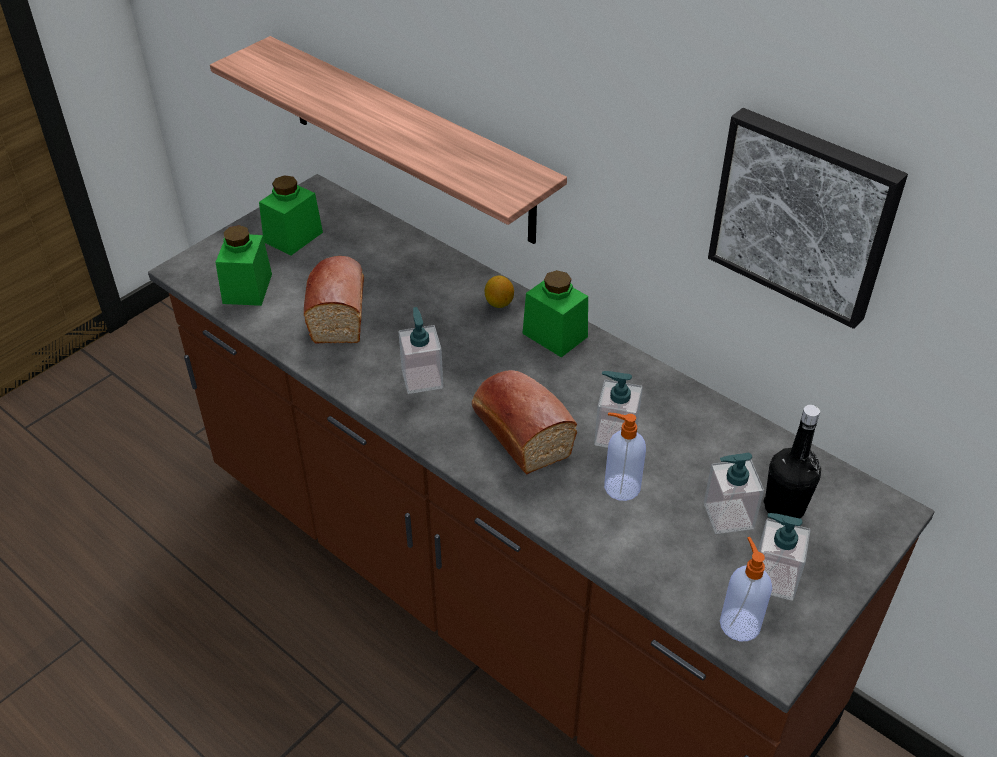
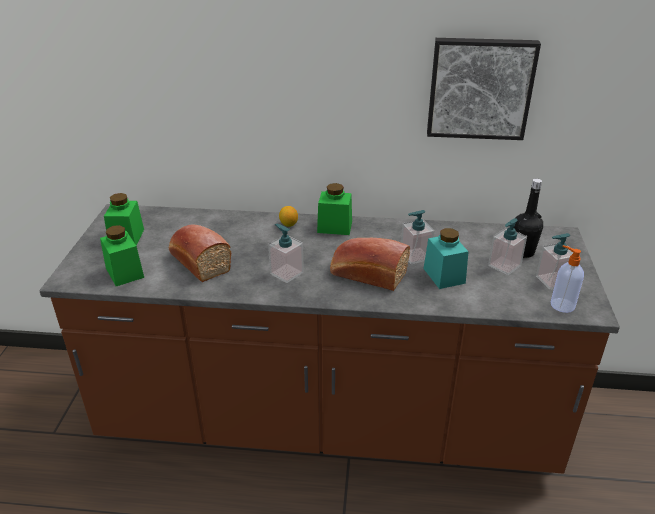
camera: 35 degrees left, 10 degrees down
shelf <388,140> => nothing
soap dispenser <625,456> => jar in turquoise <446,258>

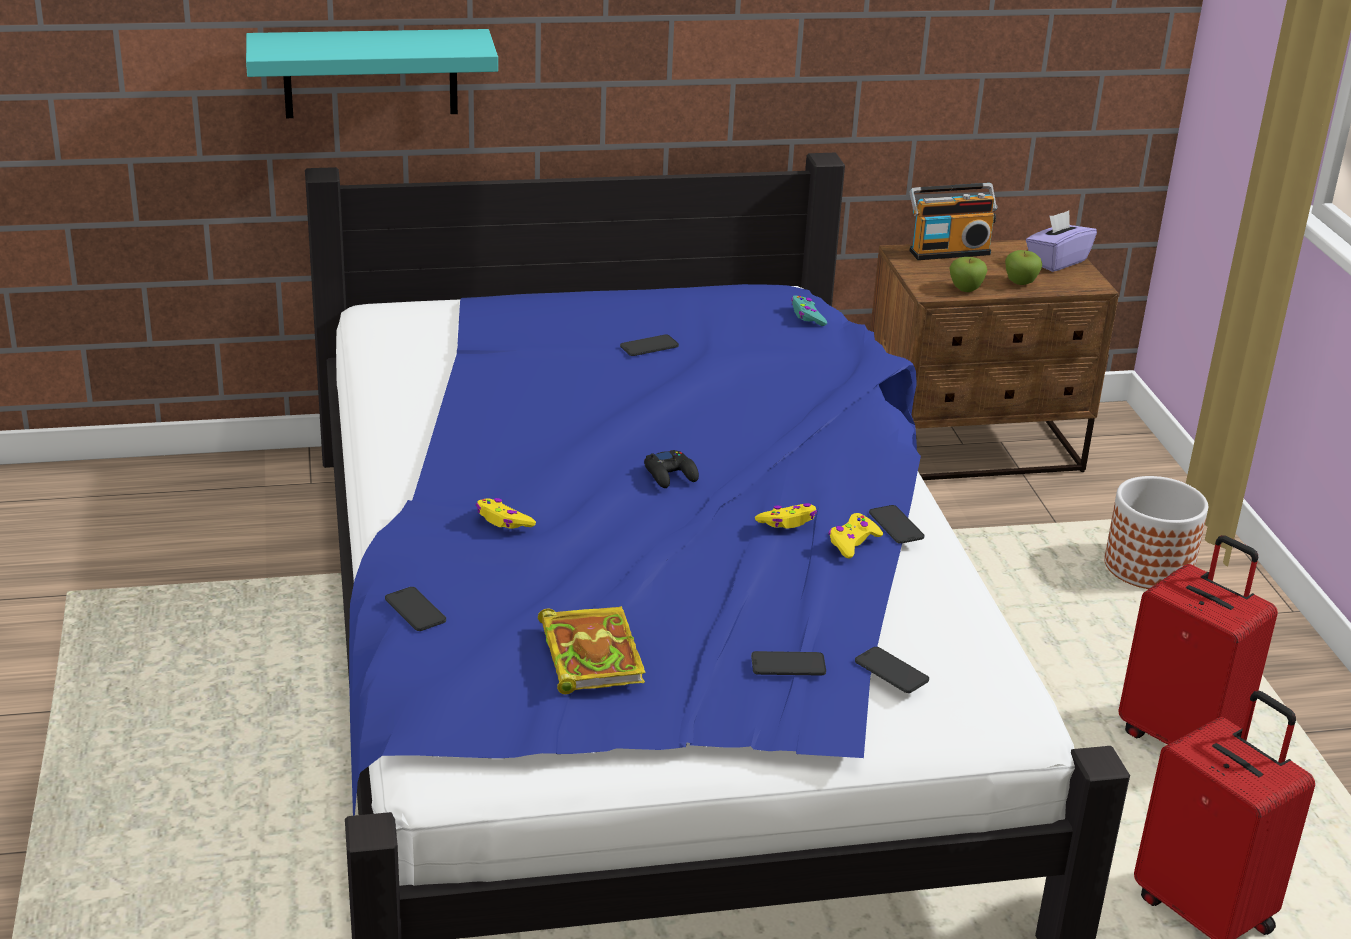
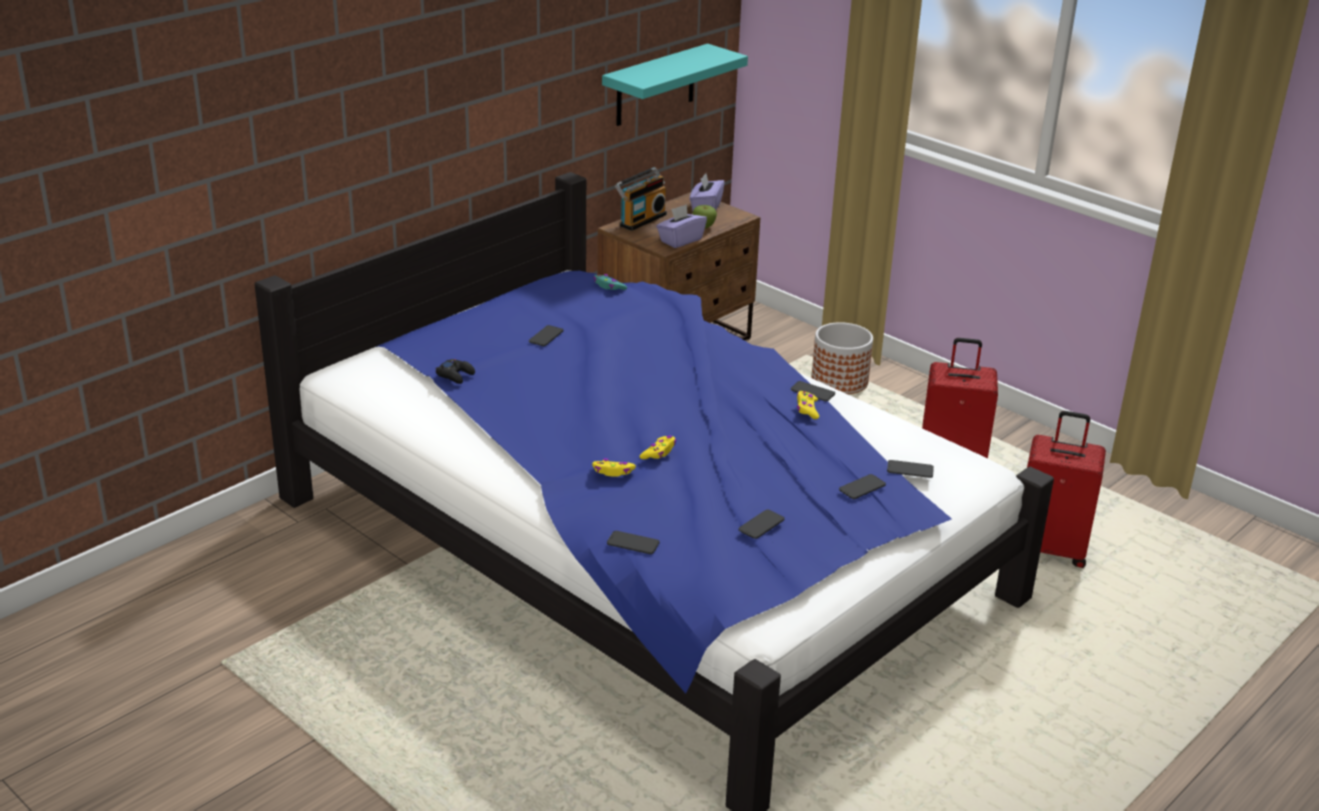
camera: 35 degrees left, 0 degrees up
shelf in turquoise <372,73> => shelf in turquoise <675,85>, relocated
game controller in black <671,469> => game controller in black <455,371>, relocated
game controller in yellow <786,516> => game controller in yellow <657,447>, relocated
book <591,650> => phone <761,524>
apple <968,274> => tissue box in purple <681,226>

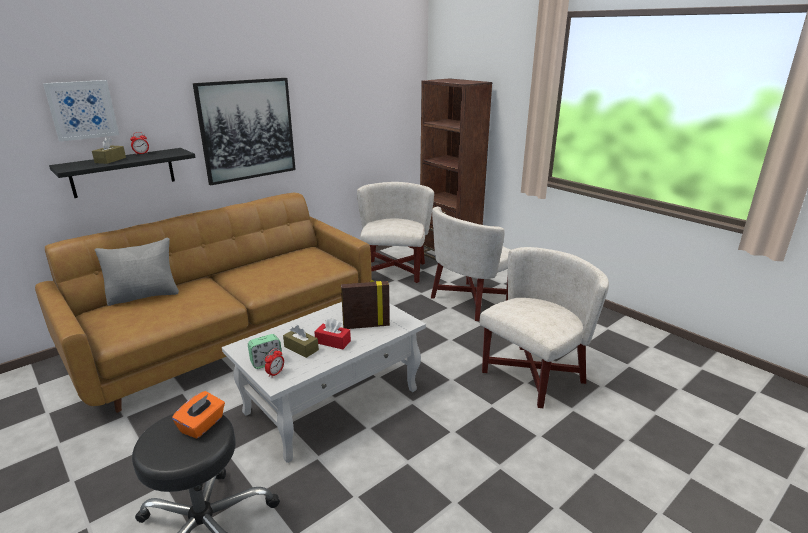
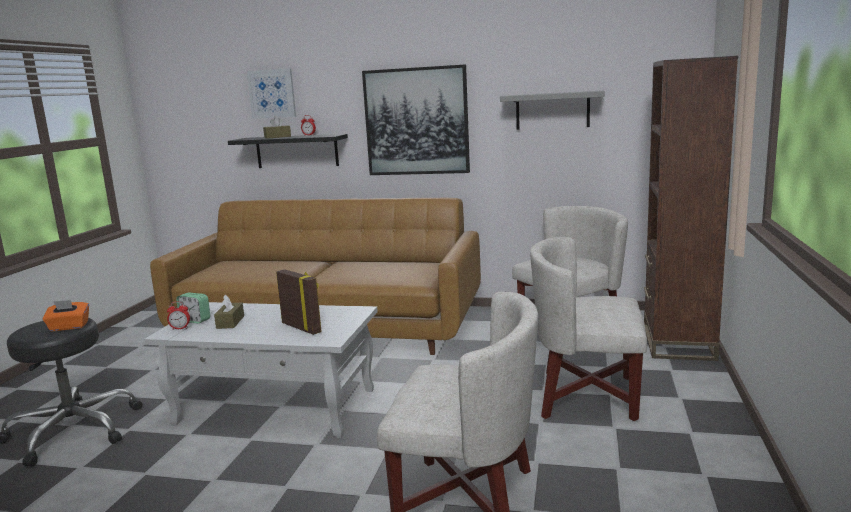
camera: 55 degrees right, 10 degrees down
pillow in grey <137,272> => nothing
tissue box in red <332,334> => nothing
nothing => shelf in grey <552,110>

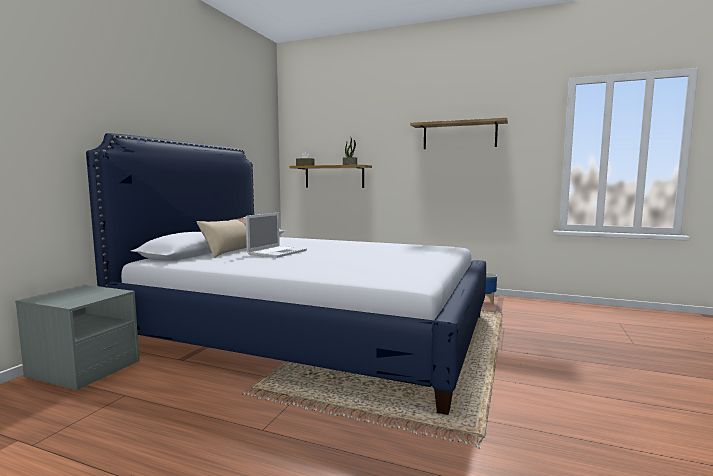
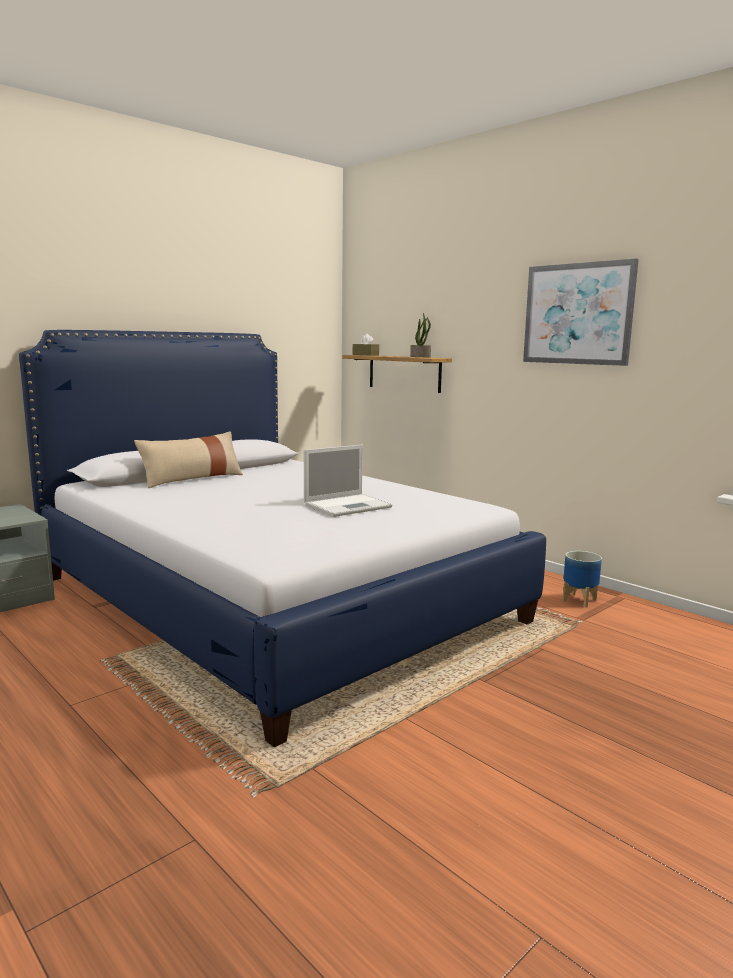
camera: 25 degrees right, 5 degrees up
laptop <276,235> => laptop <348,481>, relocated
shelf <459,133> => picture <581,312>

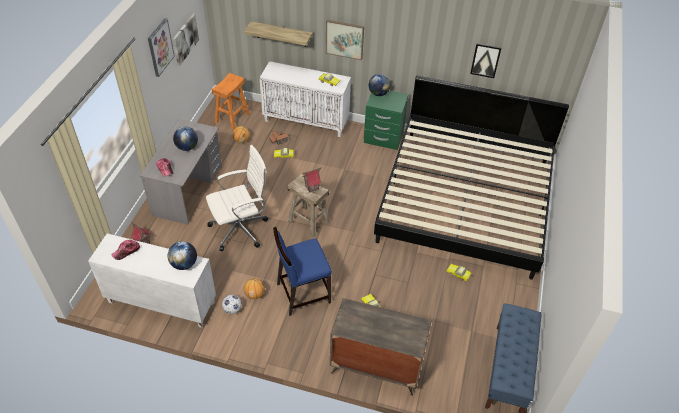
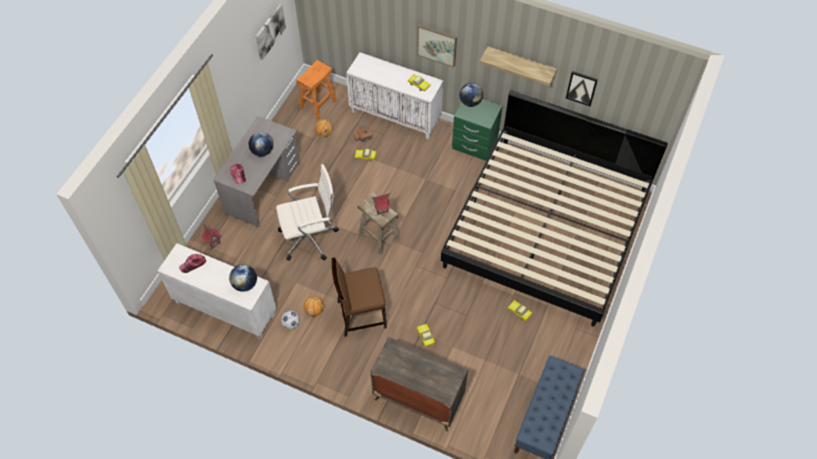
camera: 10 degrees right, 10 degrees up
picture <161,47> => nothing
shelf <278,34> => shelf <518,66>, relocated
chair in blue <302,271> => chair in brown <359,297>

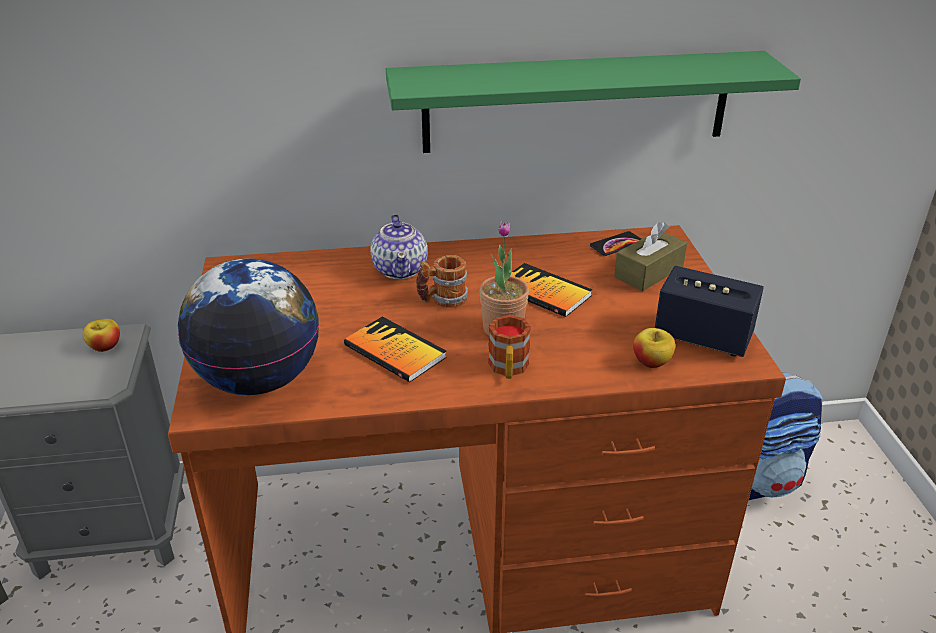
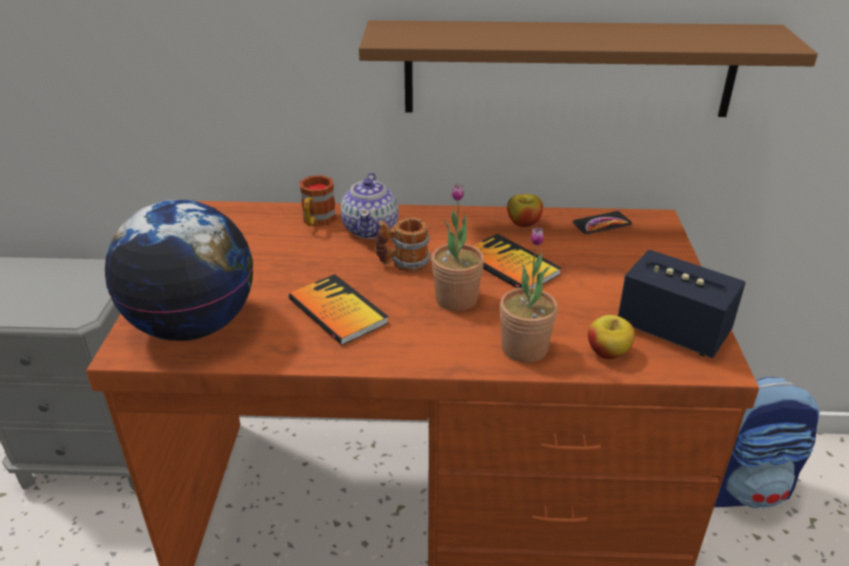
camera: 10 degrees right, 0 degrees up
tissue box in brown <650,256> => nothing
nothing => potted plant <529,295>
apple <101,335> => apple <525,210>, relocated
mug <509,347> => mug <318,200>, relocated
shelf in green <593,102> => shelf in brown <588,68>

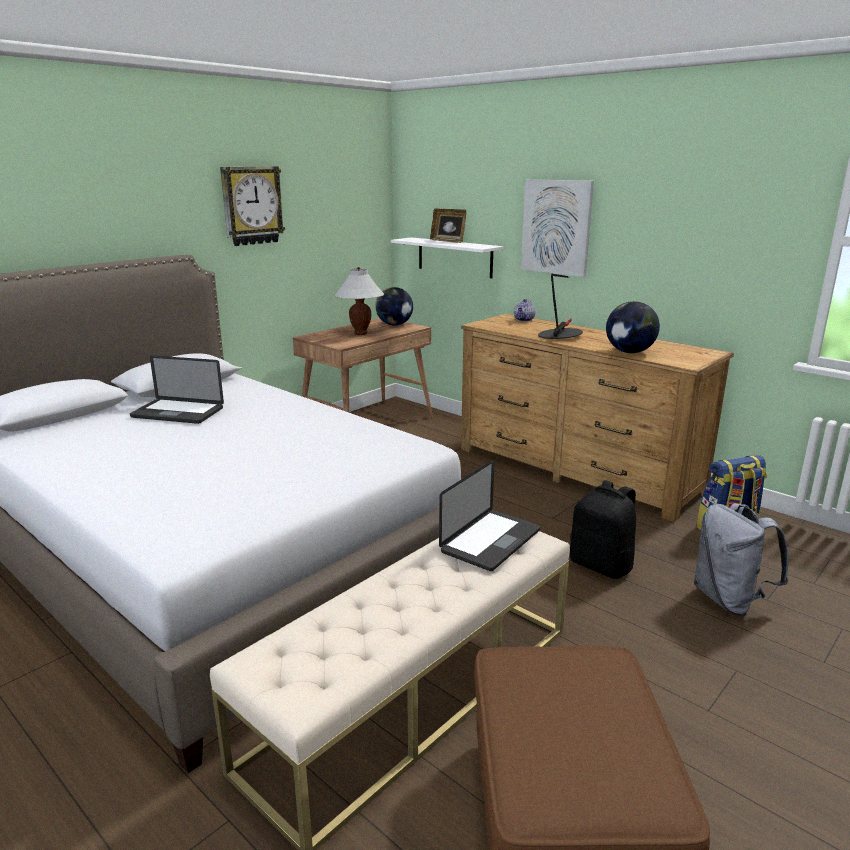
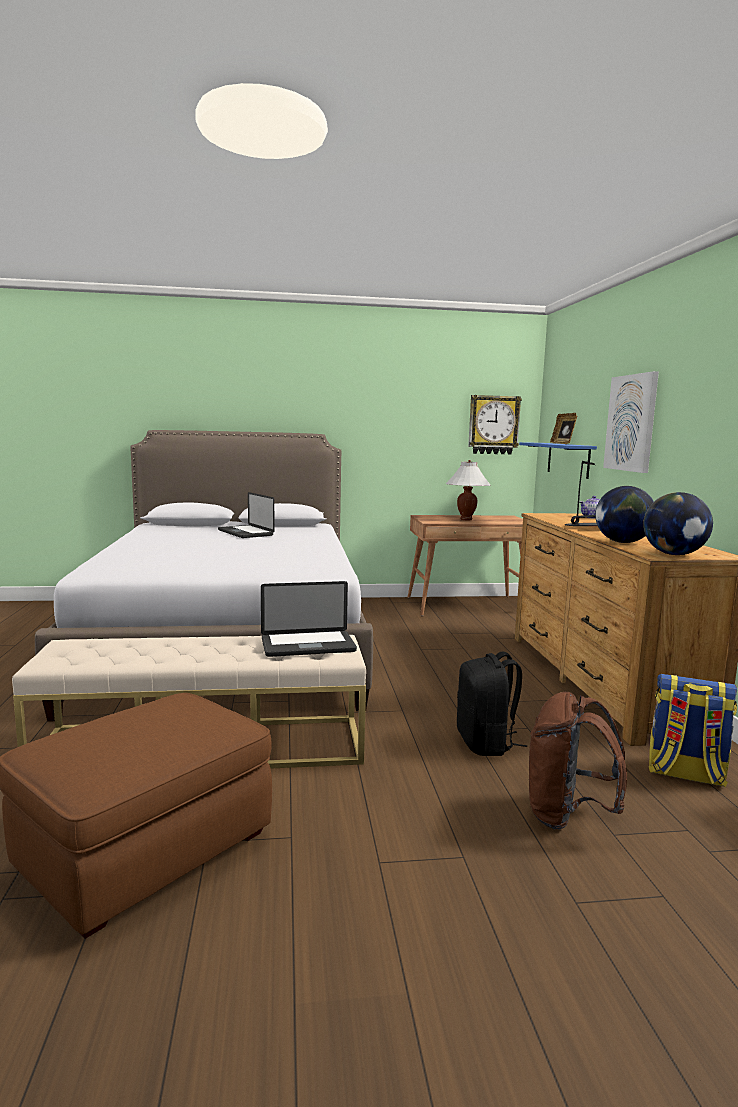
camera: 40 degrees right, 10 degrees down
wall clock <252,206> => wall clock <495,425>, relocated
globe <394,306> => globe <678,523>, relocated
shelf in white <447,257> => shelf in blue <558,460>
backpack in grey <741,559> => backpack in brown <578,761>

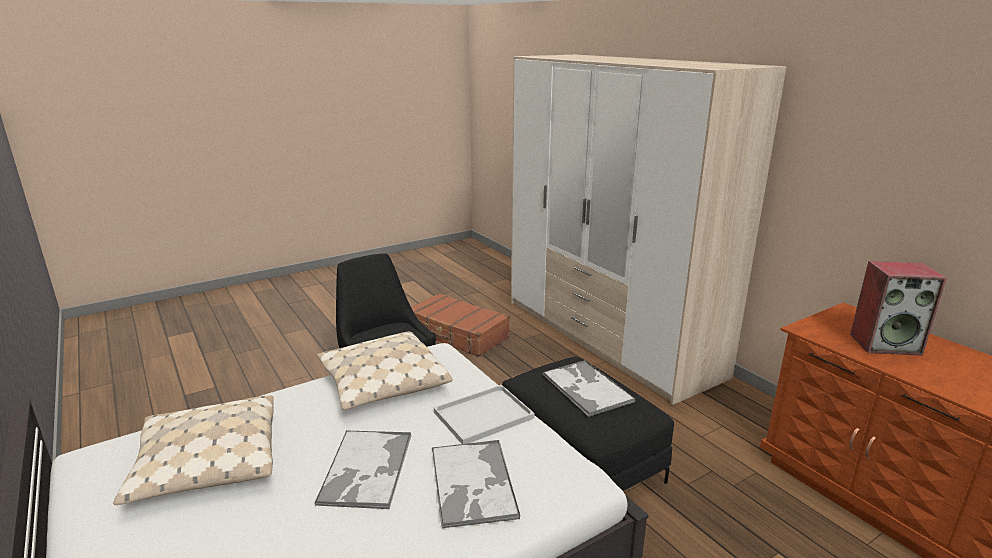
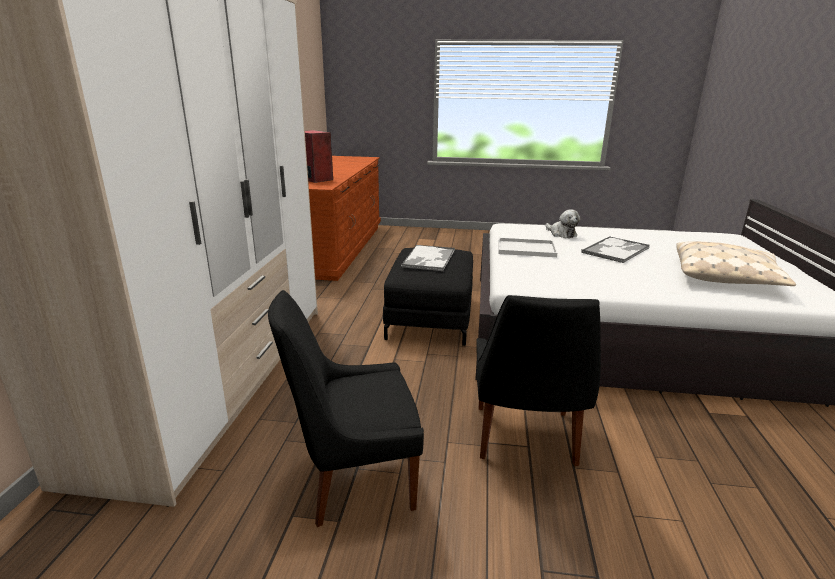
camera: 140 degrees left, 0 degrees up
pillow in beige <385,371> => nothing
suitcase in brown <460,325> => chair in black <346,408>
tray <476,484> => plush toy <563,223>

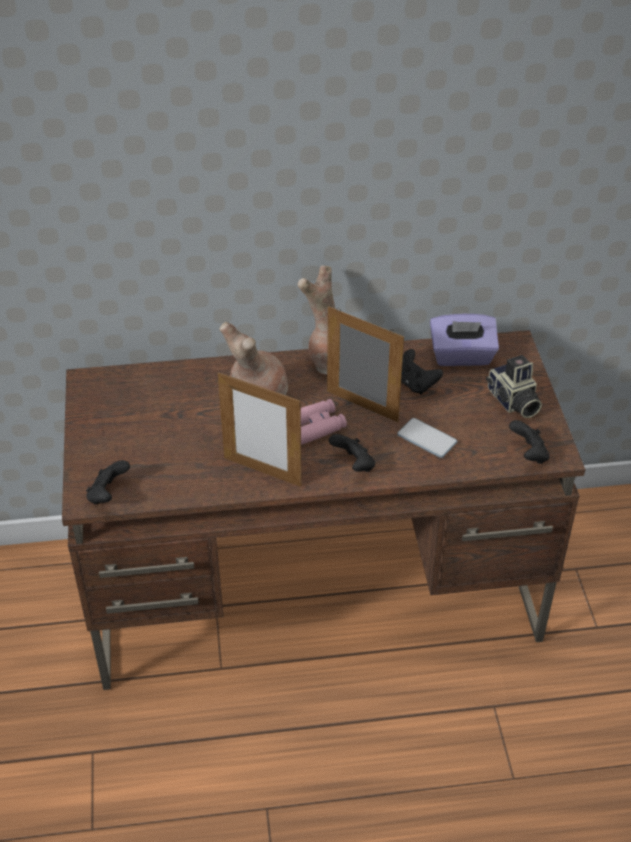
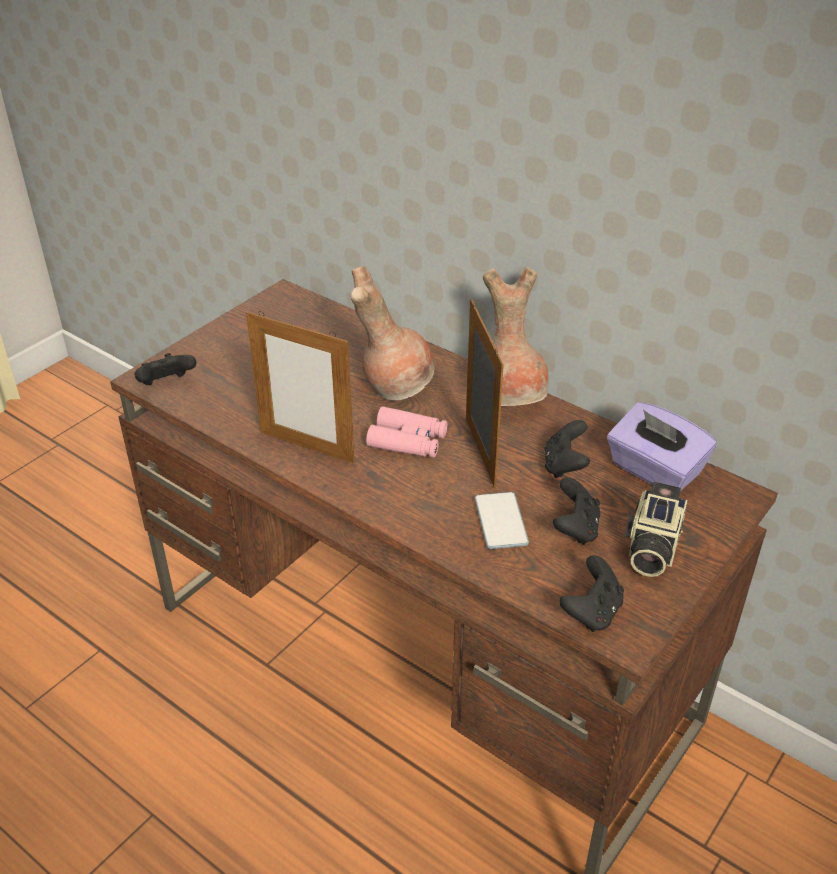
camera: 45 degrees right, 5 degrees down
game controller in black <352,453> => game controller in black <576,511>, relocated
picture frame <260,429> => picture frame <300,387>, 45 degrees counterclockwise

